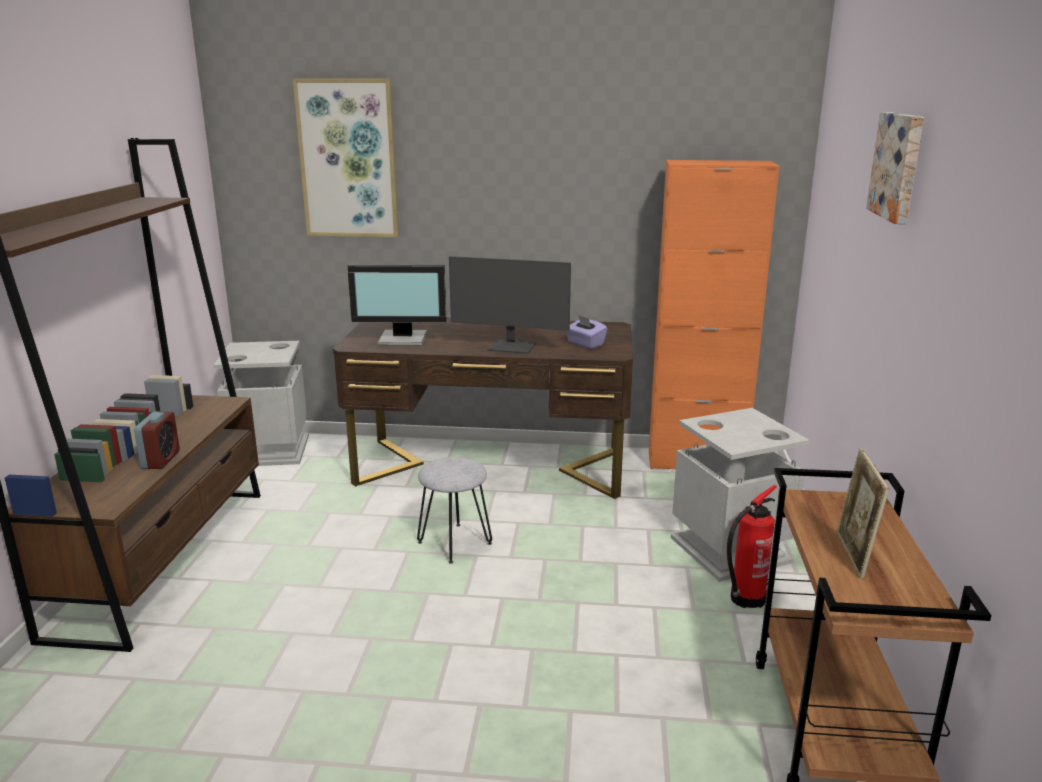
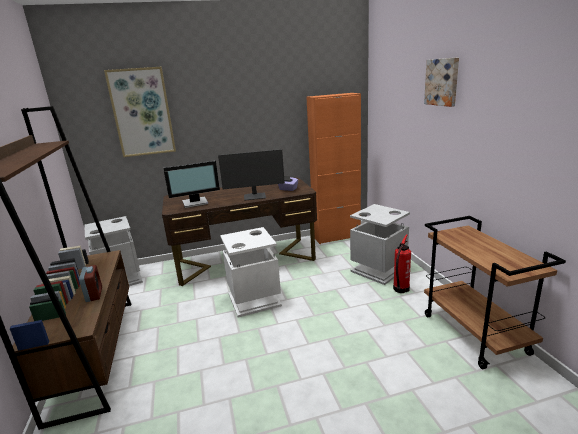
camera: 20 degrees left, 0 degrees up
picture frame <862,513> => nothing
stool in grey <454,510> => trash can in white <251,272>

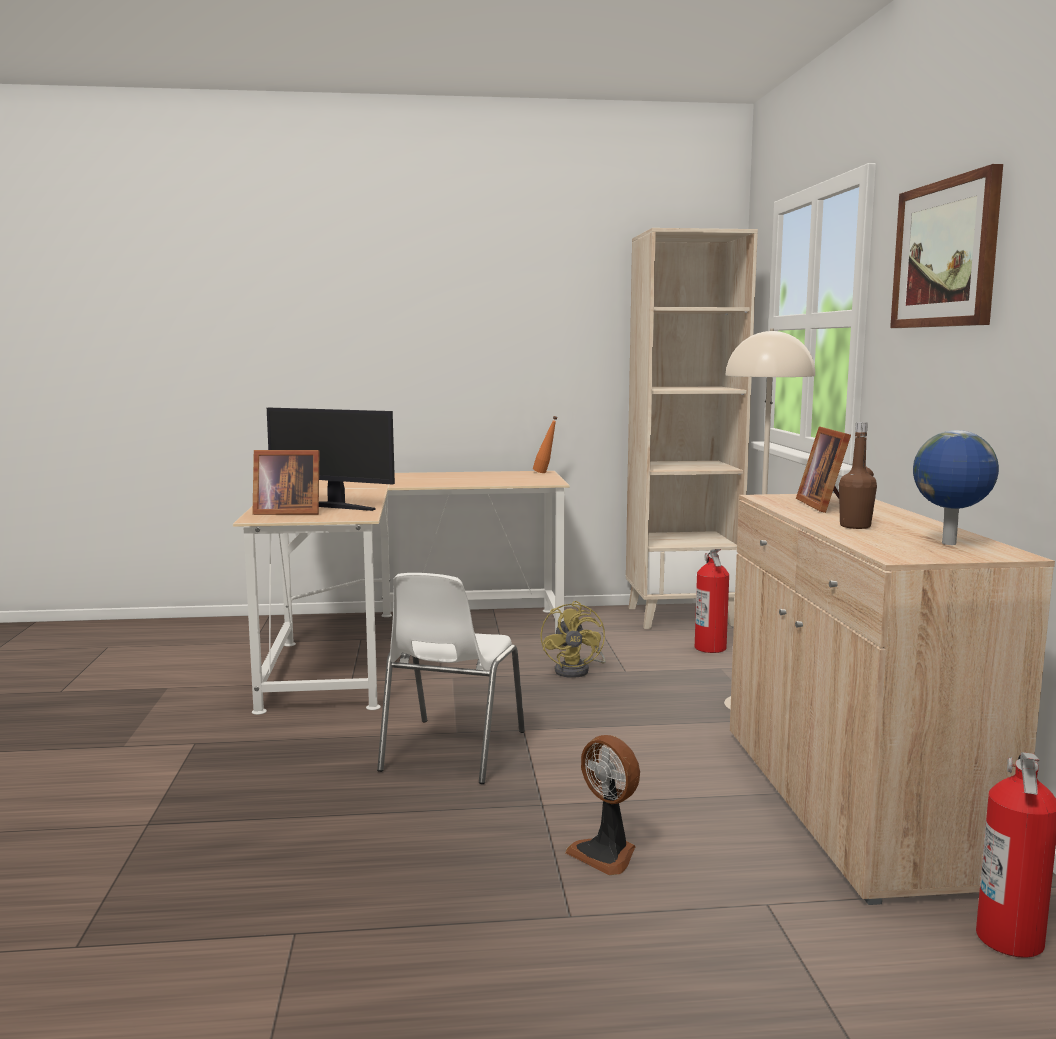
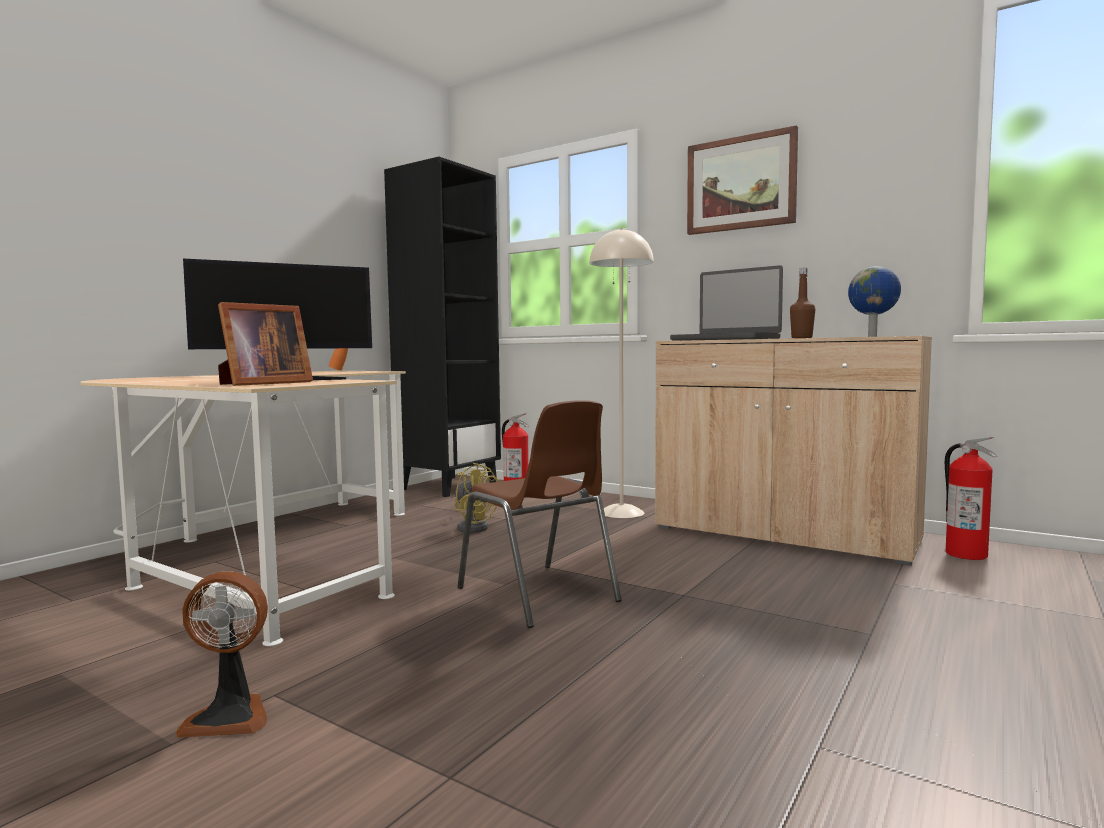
camera: 50 degrees left, 5 degrees down
fan <602,805> => fan <222,655>, relocated
picture frame <823,469> => laptop <726,303>
chair in white <451,678> => chair in brown <539,514>
bookcase in beige <692,428> => bookcase in black <442,327>

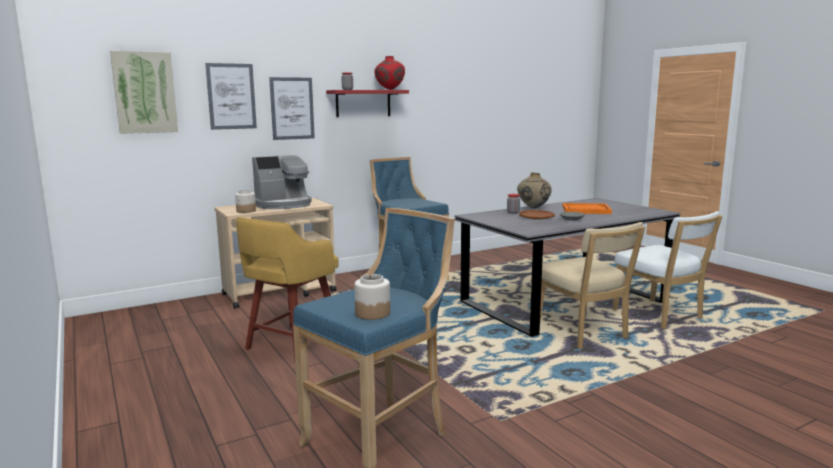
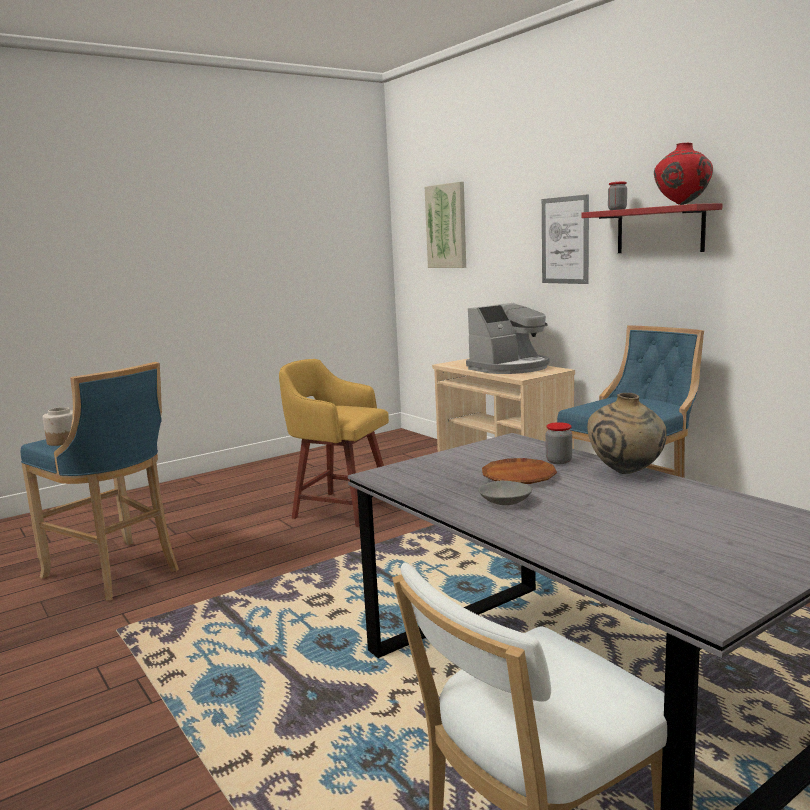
camera: 85 degrees right, 0 degrees up
picture <231,96> => nothing
jar <245,201> => nothing
chair in beige <592,285> => nothing
tray in orange <587,208> => nothing
coffee machine <282,182> => coffee machine <507,338>, 90 degrees counterclockwise

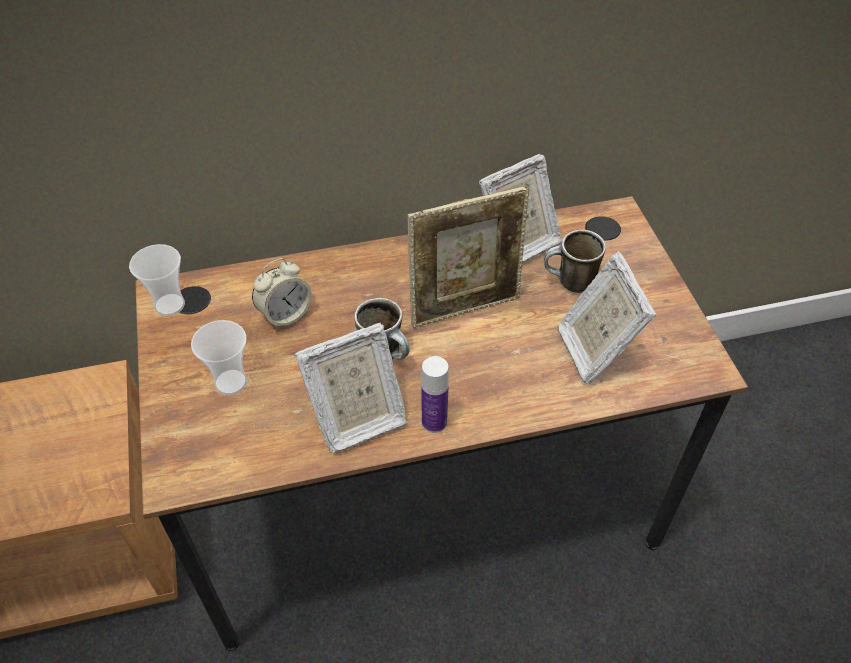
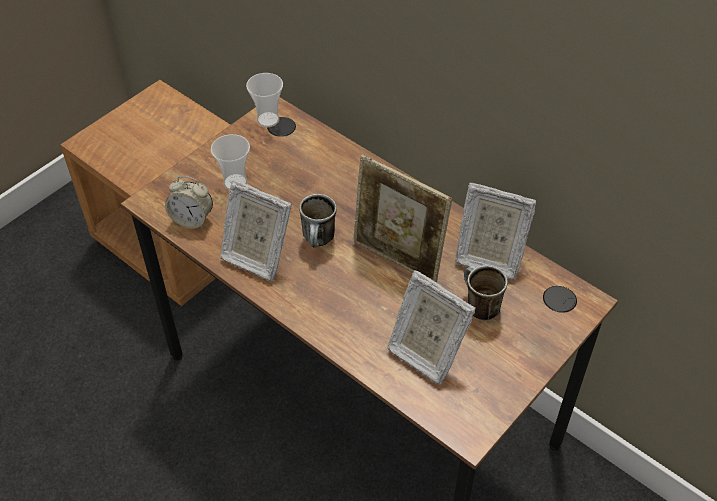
camera: 55 degrees right, 0 degrees up
bottle <435,394> => nothing
alarm clock <282,293> => alarm clock <189,202>, relocated
picture frame <606,318> => picture frame <431,327>, 90 degrees counterclockwise

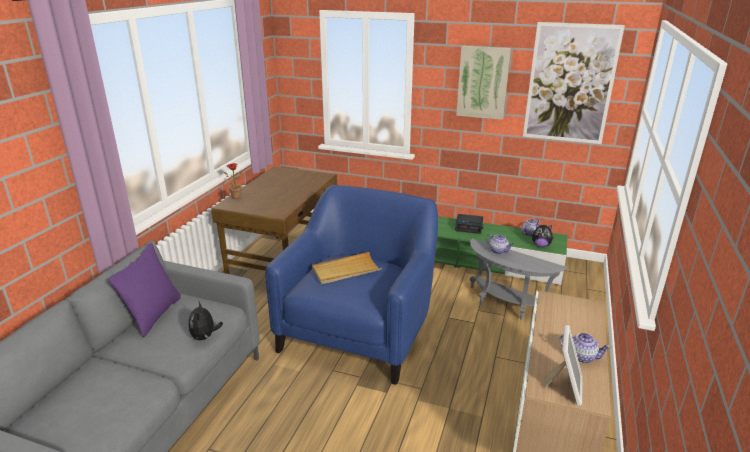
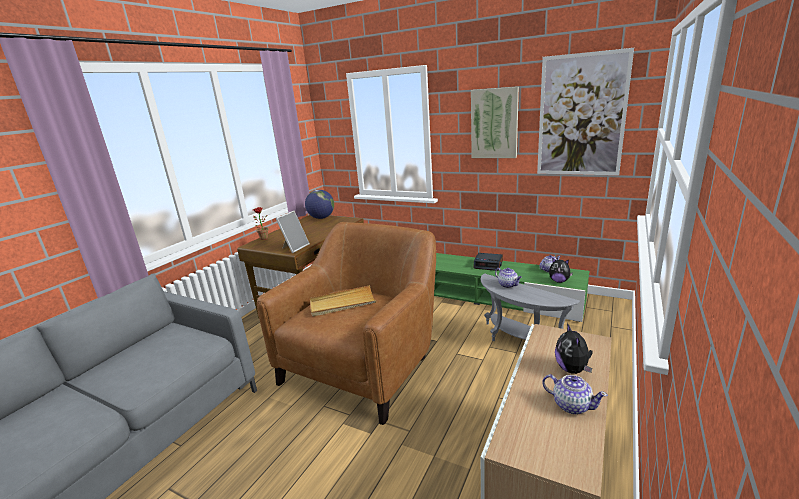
camera: 10 degrees right, 5 degrees down
pillow in purple <144,290> => nothing
nothing => globe <319,204>
plush toy <205,321> => plush toy <574,348>, relocated
picture frame <563,365> => picture frame <293,232>, relocated
armchair in blue <351,285> => armchair in brown <346,323>

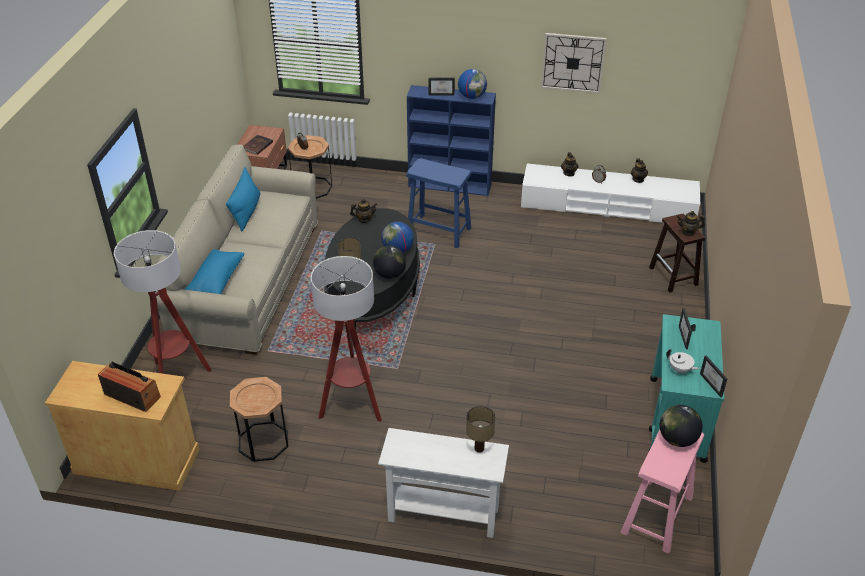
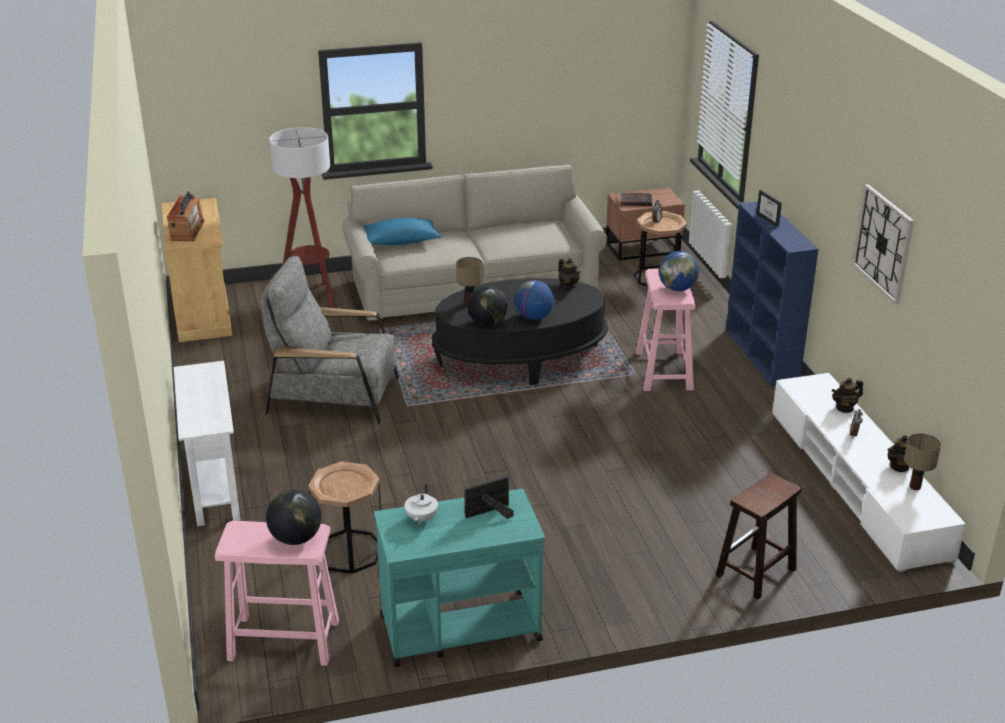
camera: 65 degrees right, 10 degrees down
pillow in blue <243,199> => nothing
teapot <691,223> => nothing
picture frame <713,376> => nothing
side table in brown <259,419> => side table in brown <344,517>, relocated
globe <472,84> => globe <679,271>, relocated
table lamp <480,429> => table lamp <922,461>, relocated
floor lamp <346,339> => armchair in grey <329,340>
stool in blue <438,203> => stool in pink <665,330>

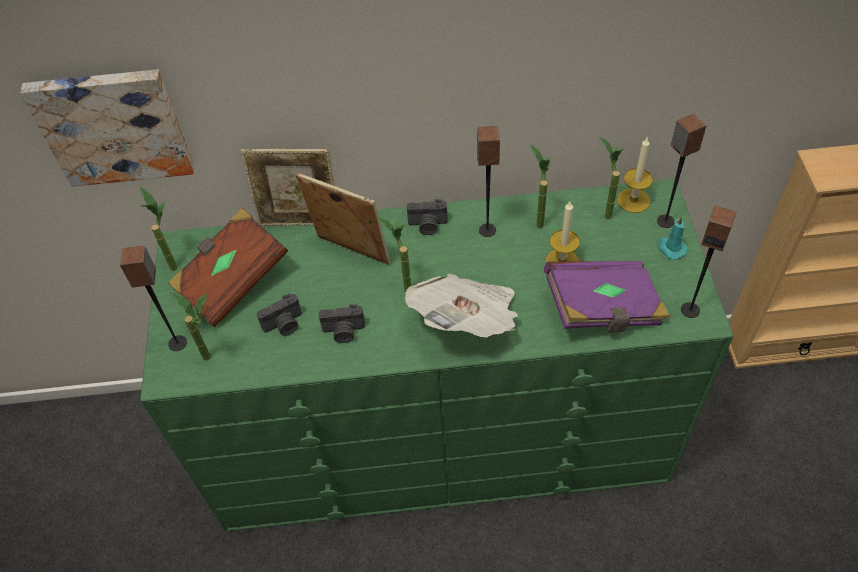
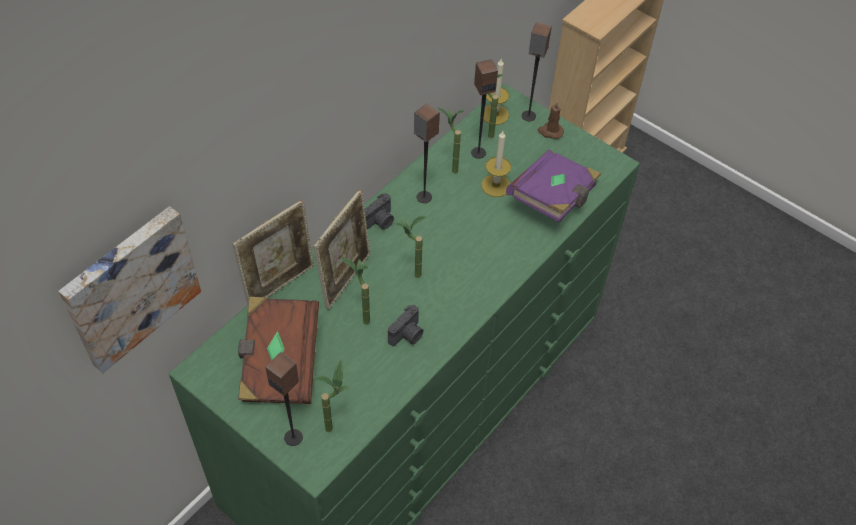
camera: 50 degrees left, 0 degrees up
photo camera <279,315> => nothing
newspaper <461,305> => nothing
potted plant <159,229> => potted plant <355,291>, relocated
speaker <709,261> => speaker <484,109>, relocated
candle in turquoise <672,238> => candle in brown <551,120>
picture frame <343,219> => picture frame <341,249>, 135 degrees clockwise

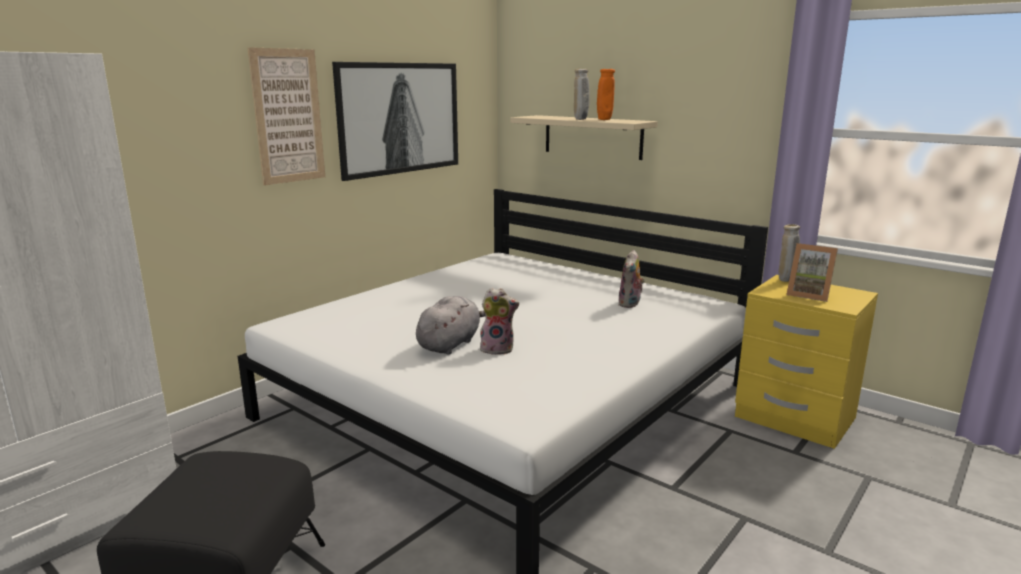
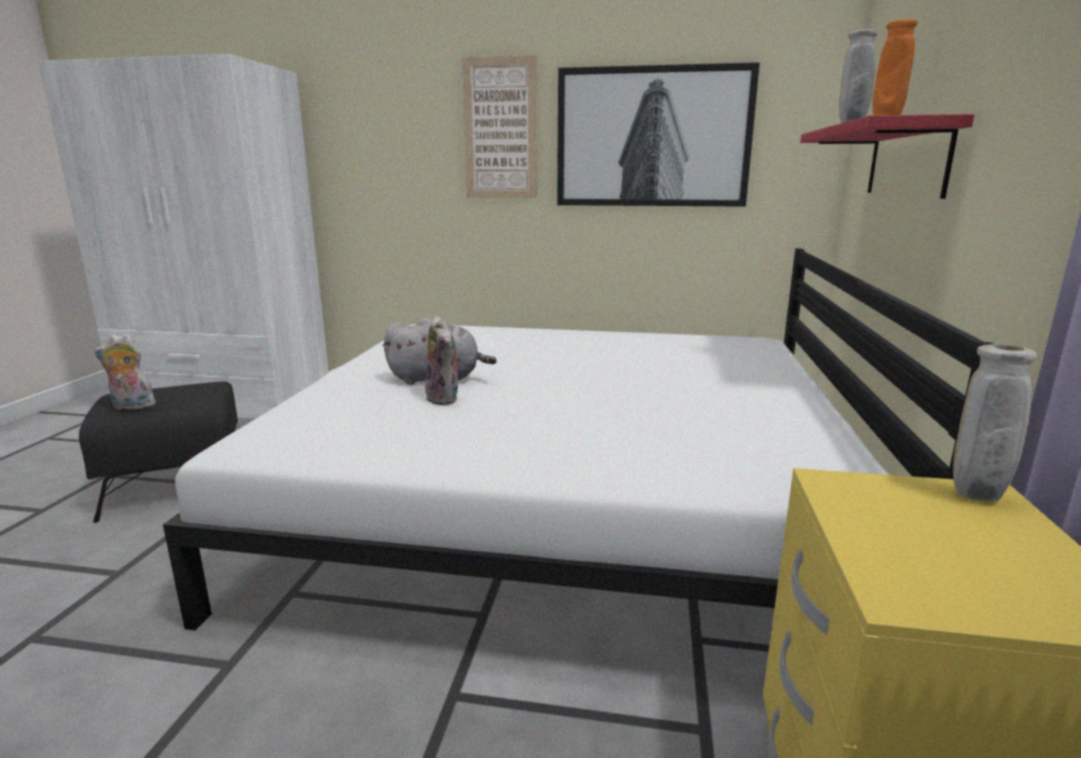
camera: 60 degrees right, 0 degrees up
picture frame <812,272> => nothing
plush toy <631,279> => plush toy <125,372>, relocated
shelf in beige <584,137> => shelf in red <887,156>

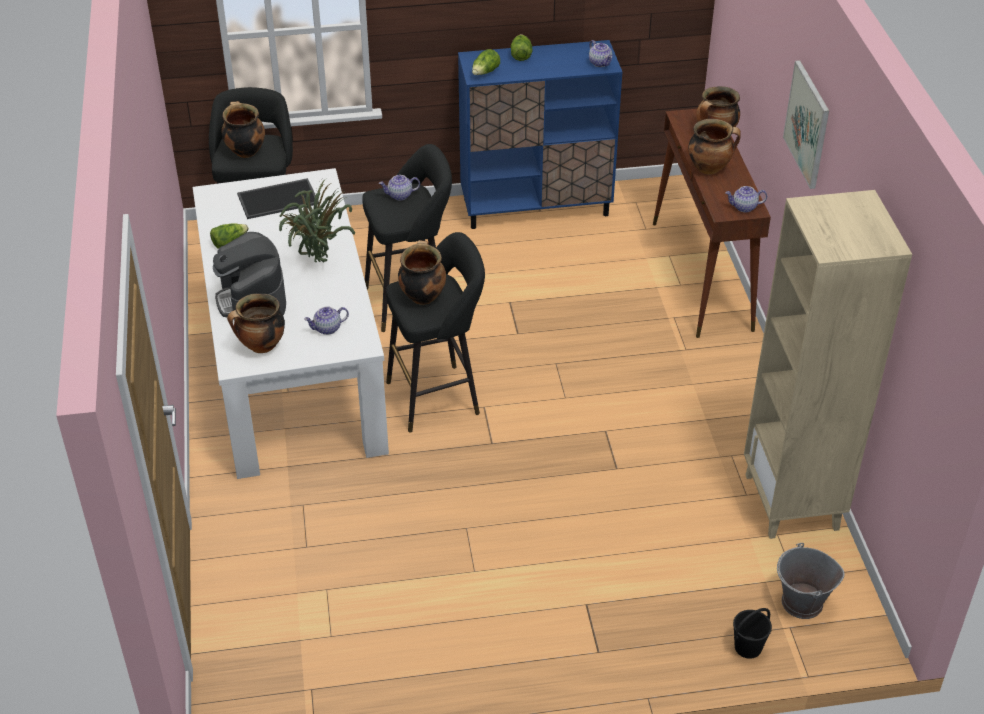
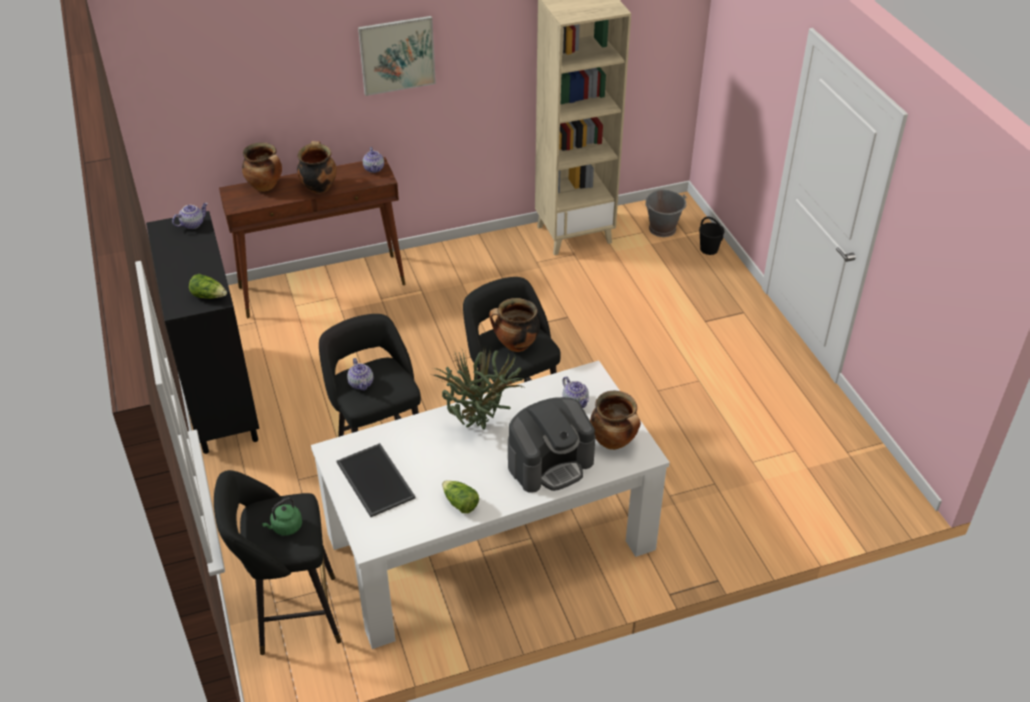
camera: 100 degrees left, 0 degrees up
lettuce <522,47> => nothing
cooking pot <243,129> => kettle in green <282,517>
cabinet in blue <540,134> => cabinet in black <202,332>

